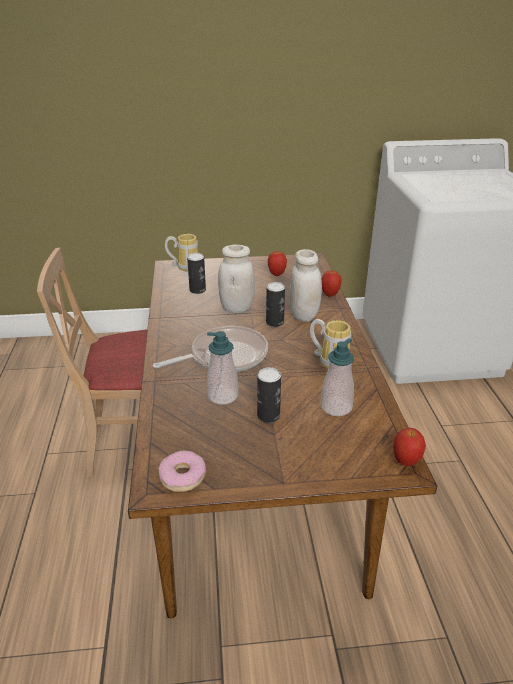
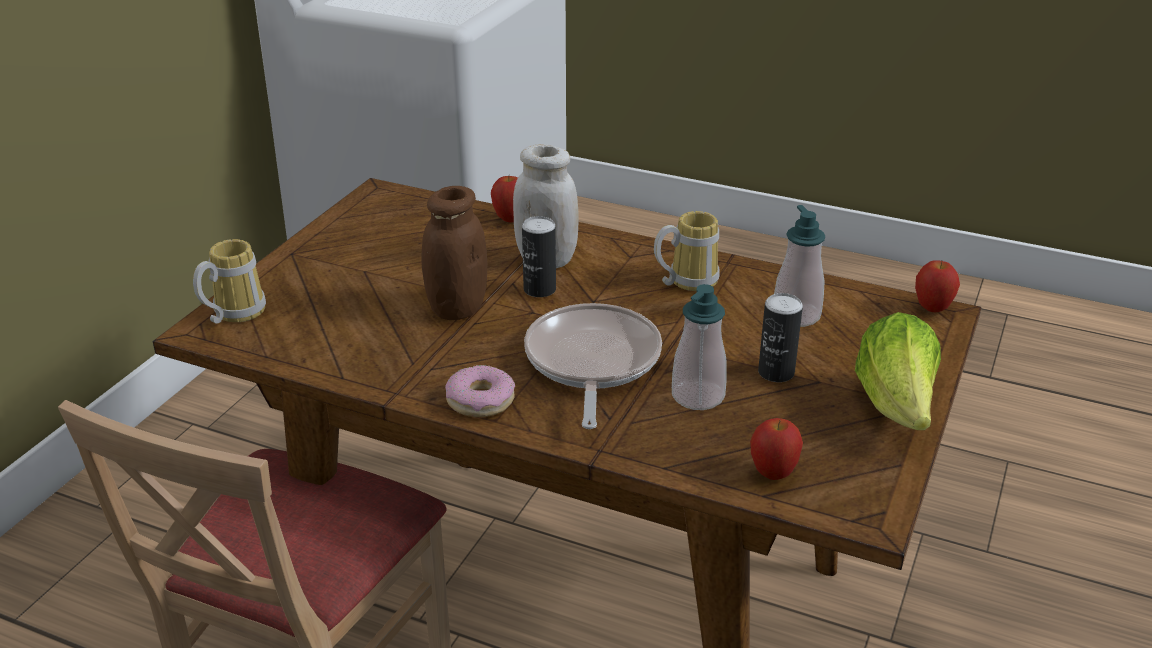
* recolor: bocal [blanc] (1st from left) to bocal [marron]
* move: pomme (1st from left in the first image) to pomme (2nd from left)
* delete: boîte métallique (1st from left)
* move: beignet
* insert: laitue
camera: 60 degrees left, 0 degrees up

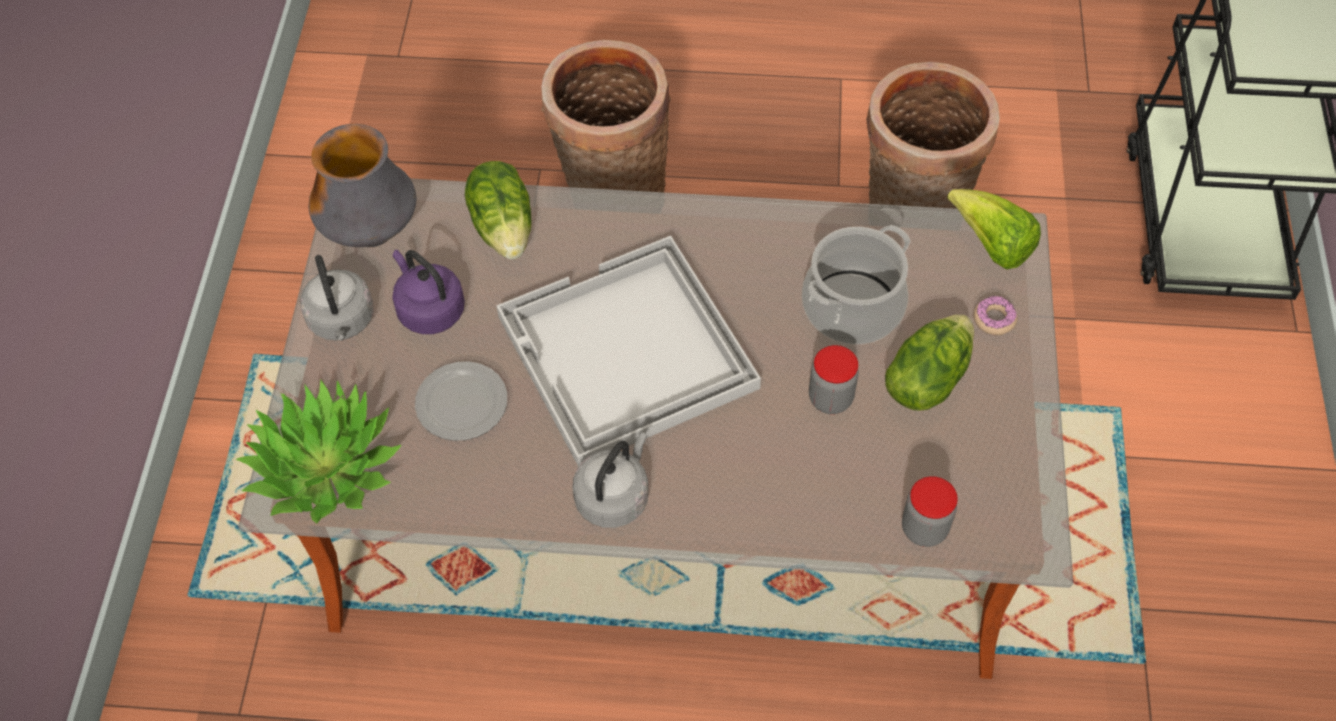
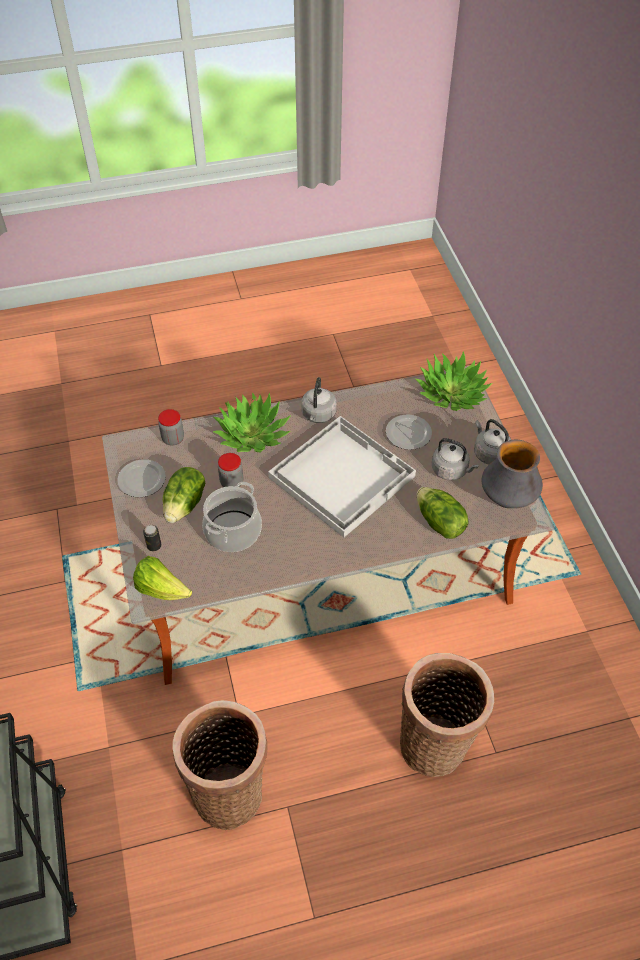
* recolor: bouilloire [violet] to bouilloire [gris] (2nd from left)
* replace: beignet to boîte métallique
* insert: plante en pot (1st from left)
* insert: assiette (1st from left)
camera: 160 degrees right, 5 degrees down

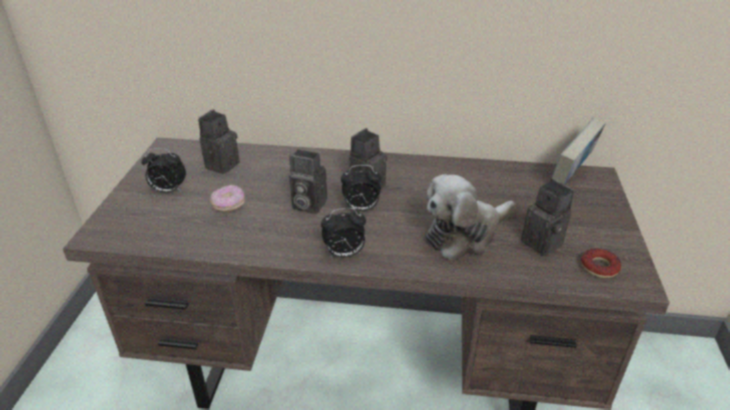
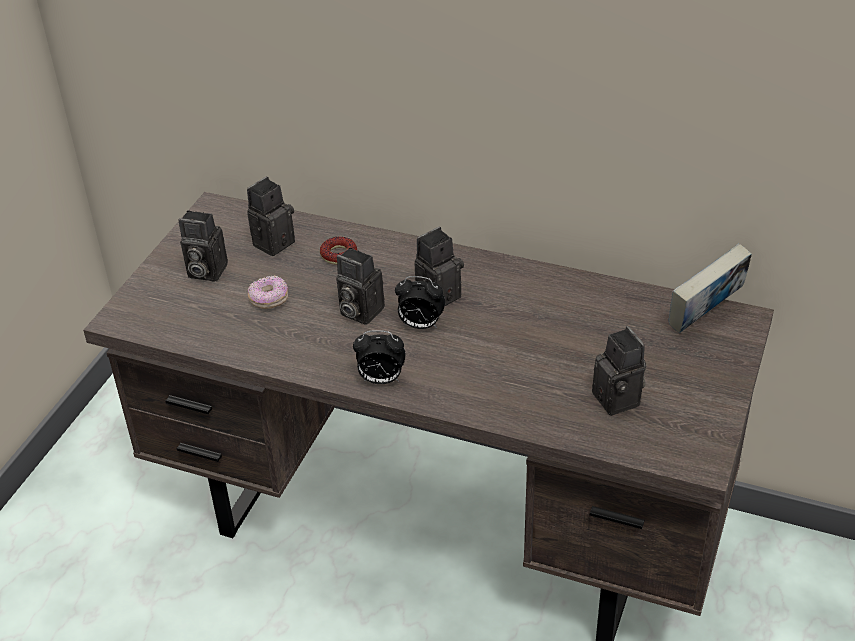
* replace: réveil (1st from left) to appareil photo (1st from left)
* delete: peluche
* move: beignet (2nd from left)
camera: 15 degrees right, 5 degrees up

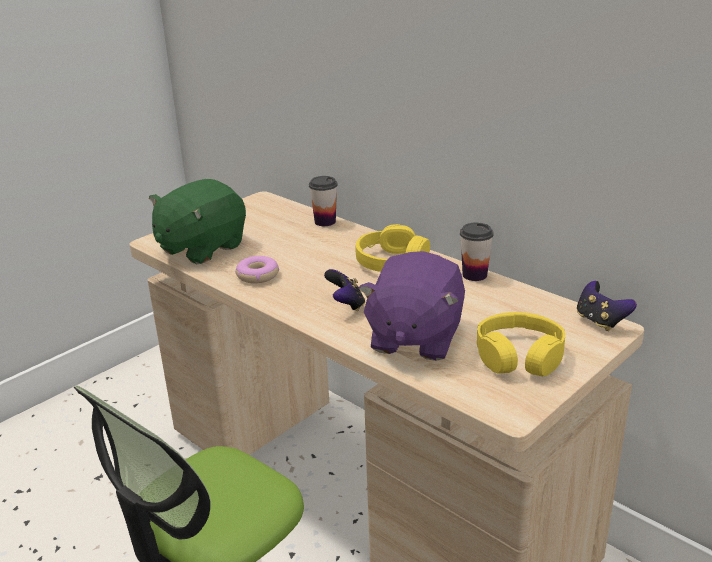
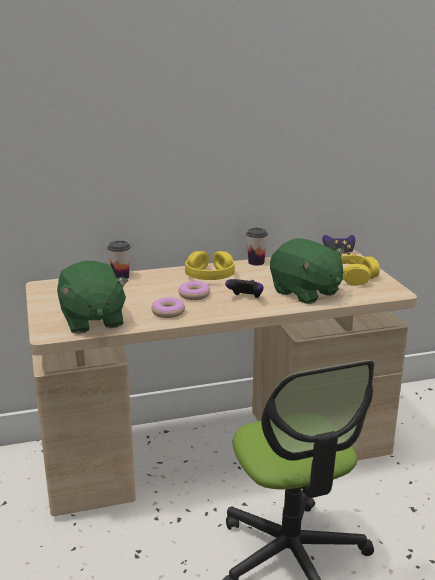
* recolor: peluche [violet] to peluche [vert] (2nd from left)
* insert: beignet (2nd from left)
camera: 60 degrees left, 5 degrees down

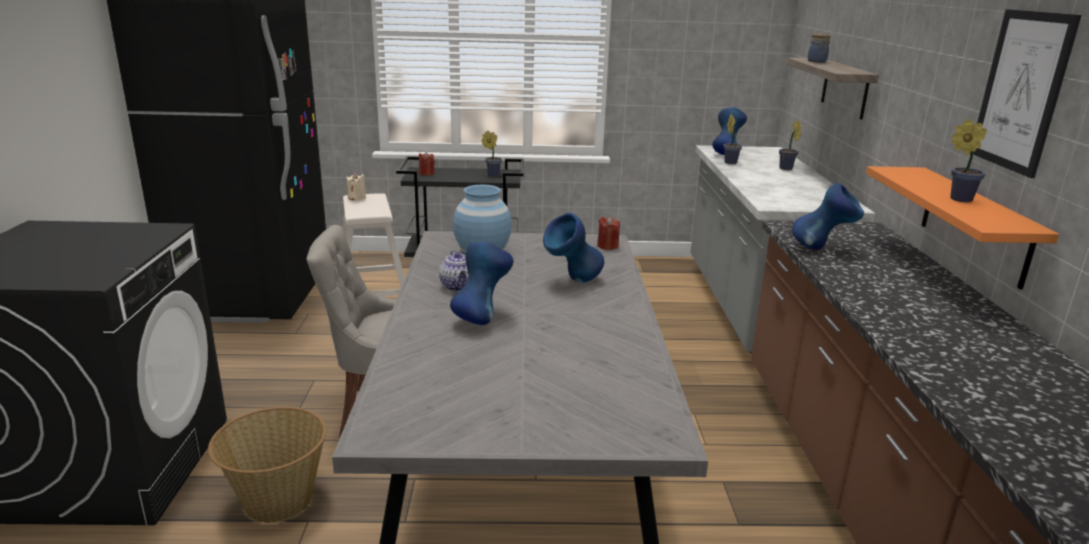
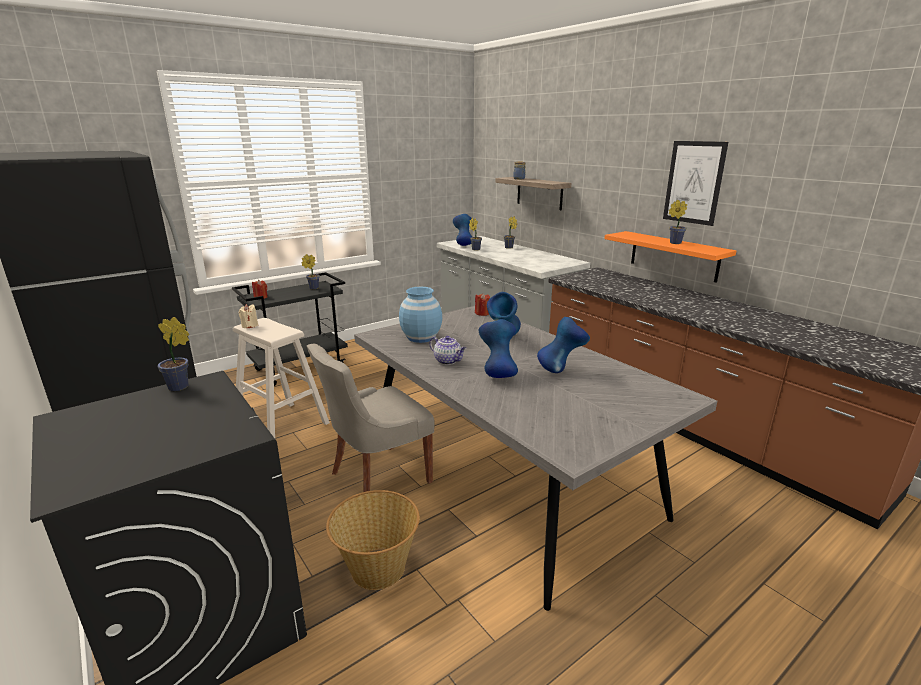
* move: vase [bleu] (5th from left)
* insert: plante en pot (1st from left)
camera: 35 degrees left, 0 degrees up

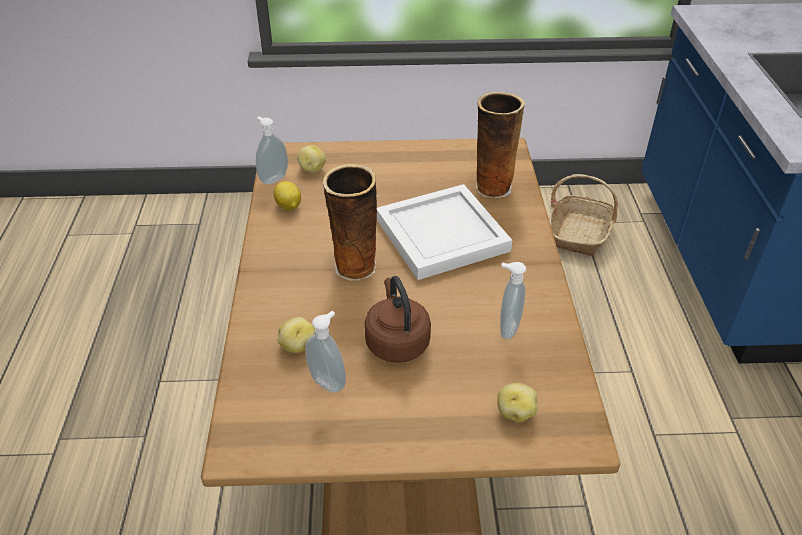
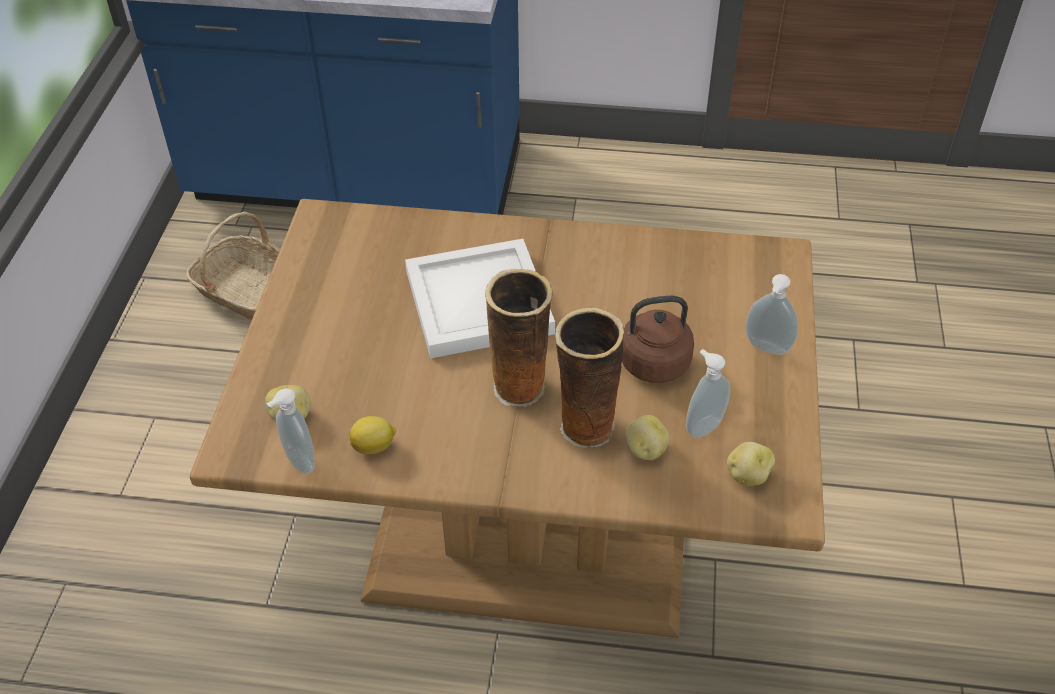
* move: vase (2nd from left)
* move: distributeur de savon (3rd from left)
* move: pomme de terre (3rd from left)
camera: 80 degrees left, 5 degrees up

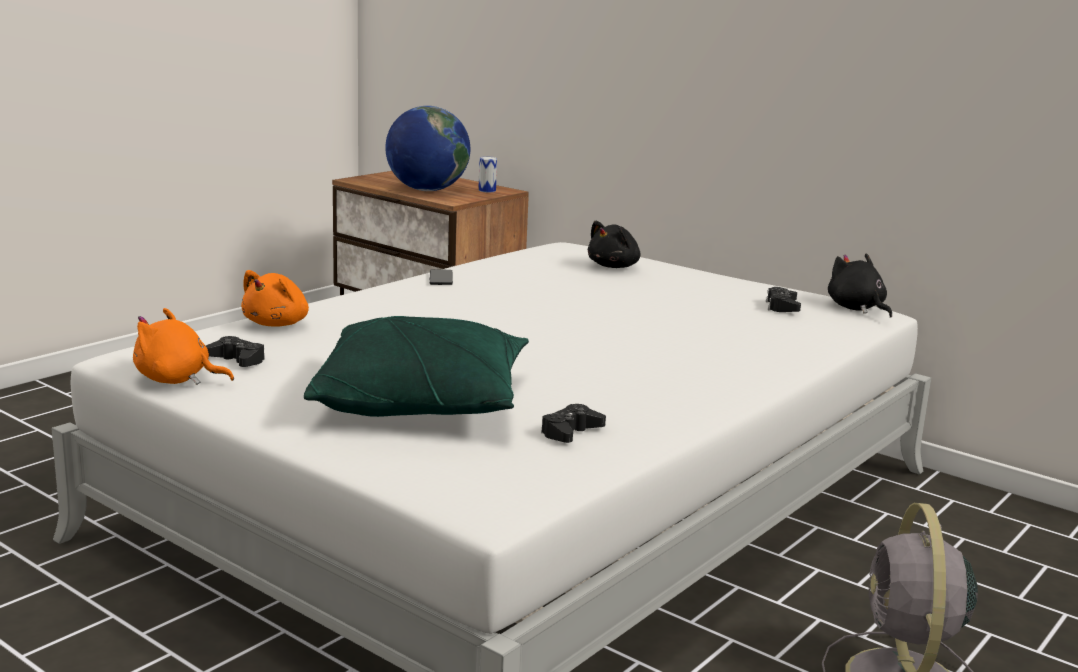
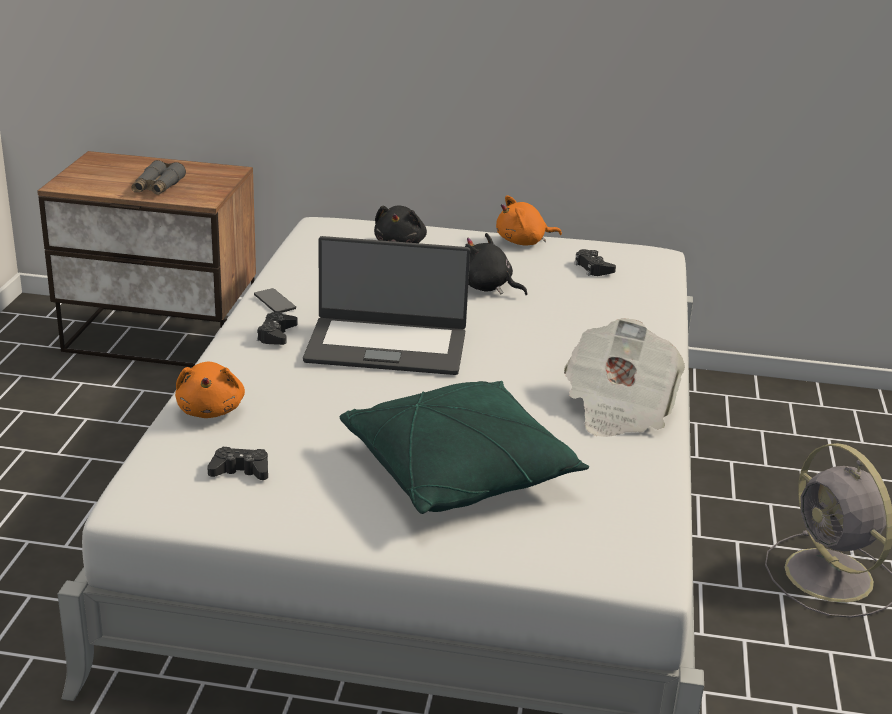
* replace: globe to jumelles [gris]
* delete: boîte métallique
* move: peluche [noir] (2nd from left)
* move: peluche [orange] (1st from left in the first image) to peluche [orange] (2nd from left)
* move: manette [noir] (2nd from left)
* insert: ordinateur portable
* insert: journal
camera: 30 degrees left, 10 degrees up

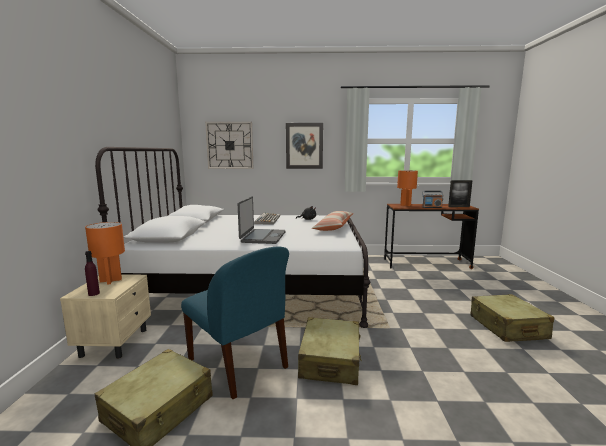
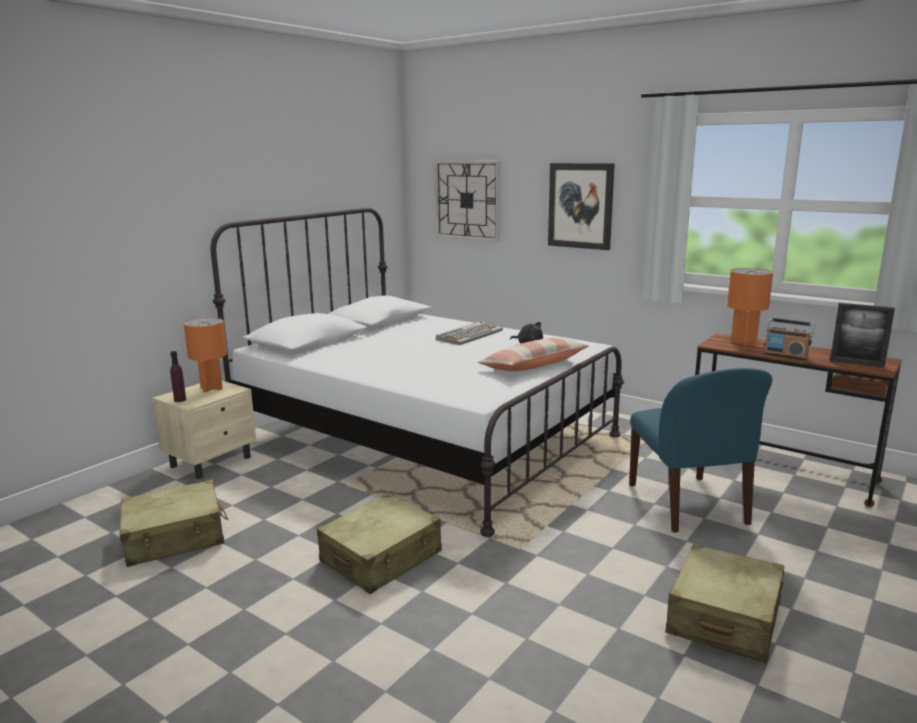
* delete: ordinateur portable
* move: chaise [bleu]
camera: 35 degrees right, 5 degrees up

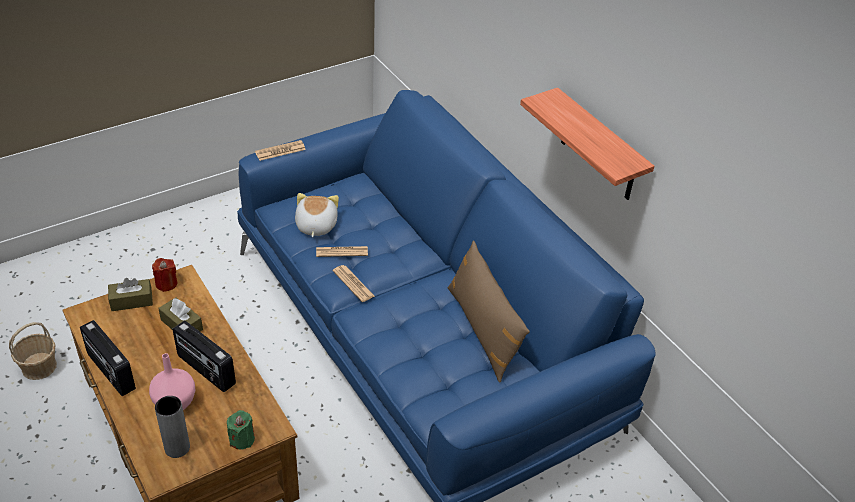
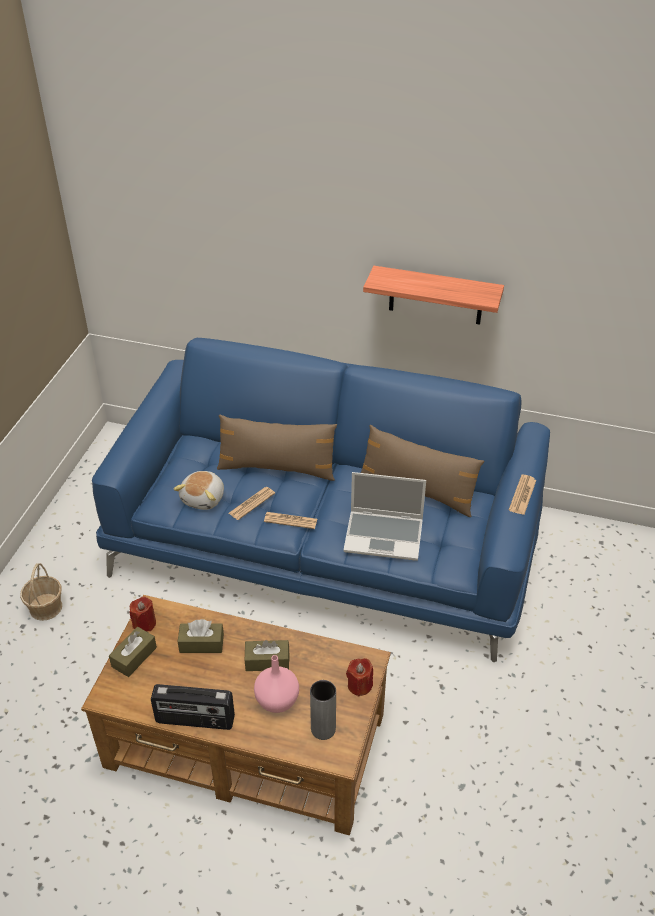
* move: journal (1st from left in the first image) to journal (3rd from left)
* rotate: peluche 120 degrees counterclockwise
* replace: radio (2nd from left) to boîte à mouchoirs [marron] (3rd from left)
* move: panier
* recolor: bougie [vert] to bougie [rouge] (2nd from left)
* insert: coussin [marron] (1st from left)
* insert: ordinateur portable
camera: 40 degrees left, 0 degrees up

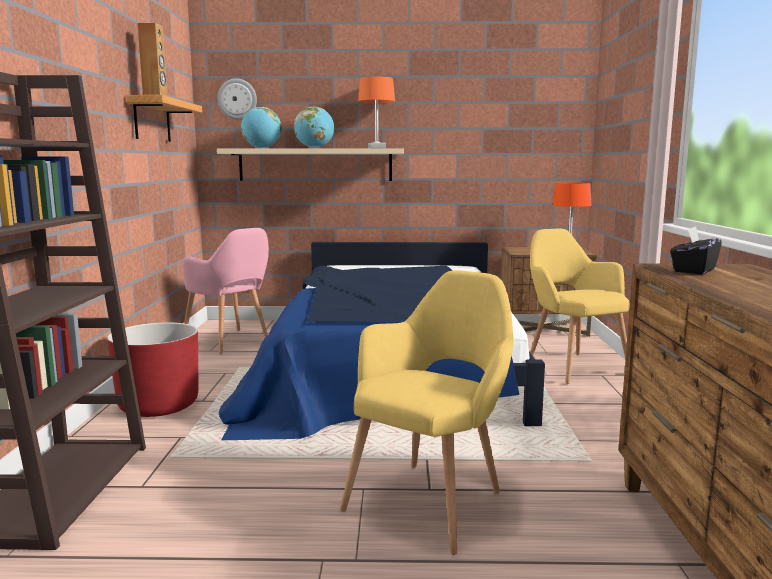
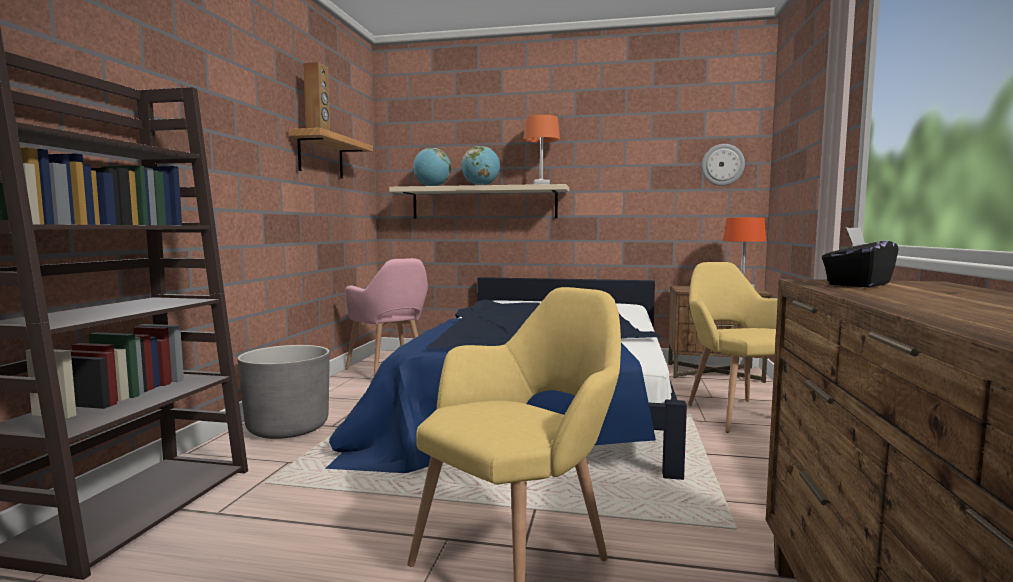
* move: horloge murale
* recolor: cache-pot [rouge] to cache-pot [gris]
camera: 10 degrees right, 5 degrees down

